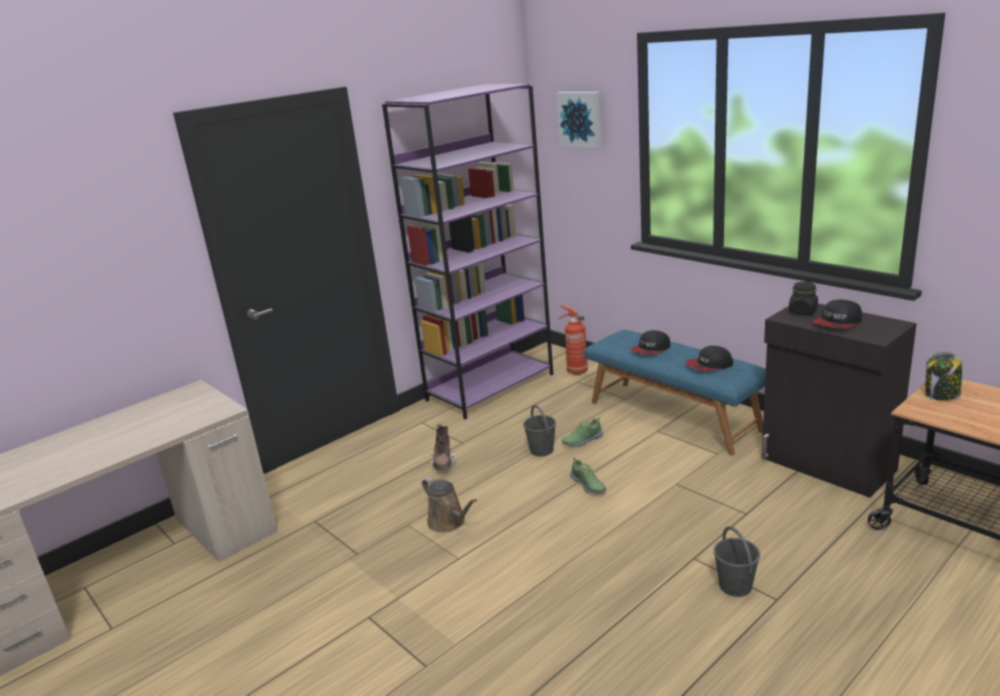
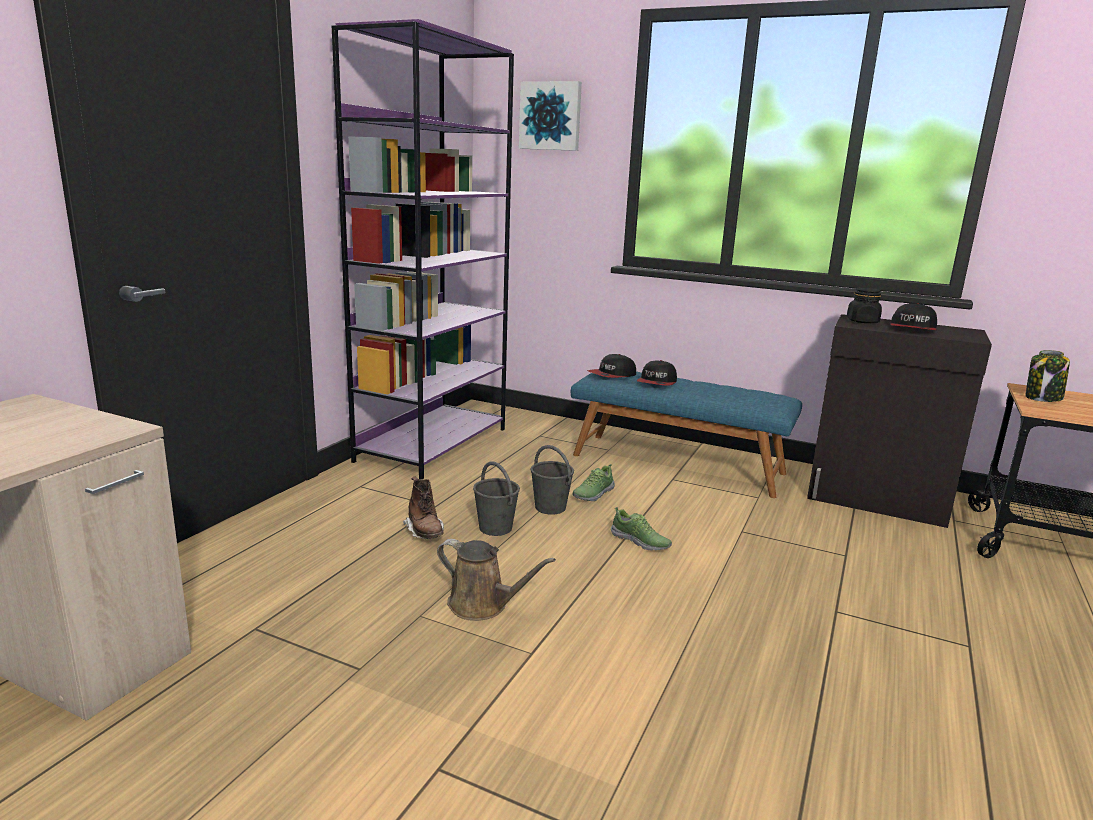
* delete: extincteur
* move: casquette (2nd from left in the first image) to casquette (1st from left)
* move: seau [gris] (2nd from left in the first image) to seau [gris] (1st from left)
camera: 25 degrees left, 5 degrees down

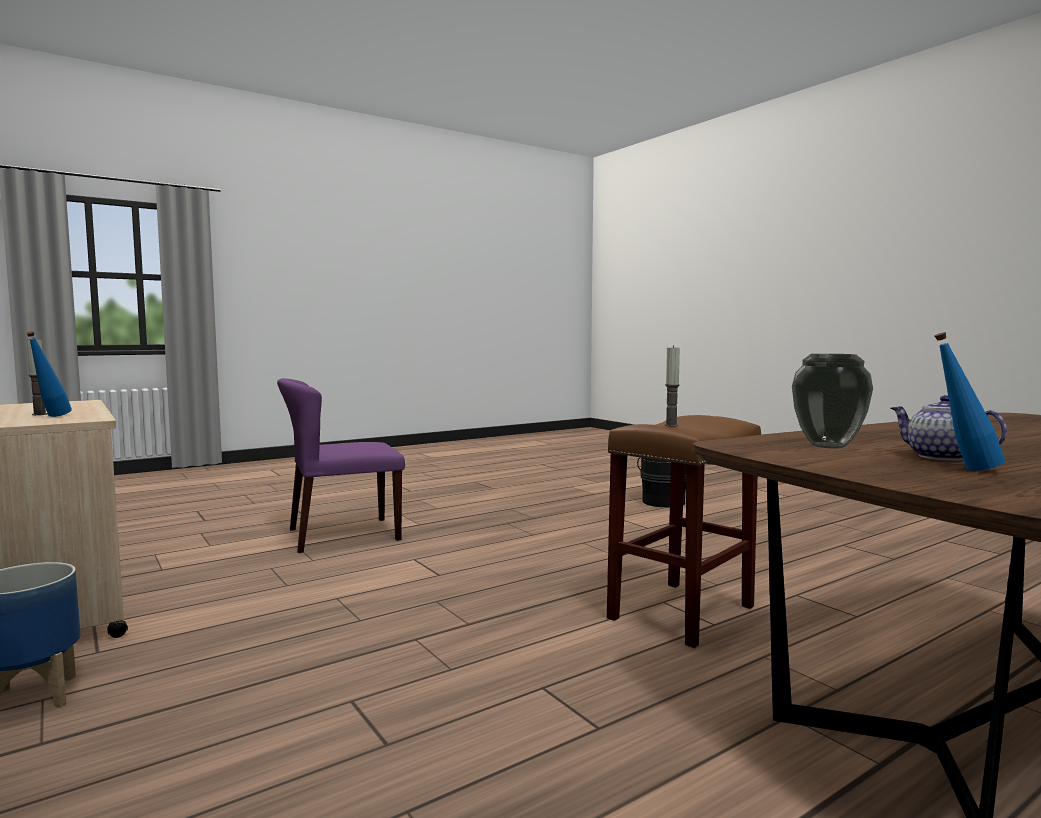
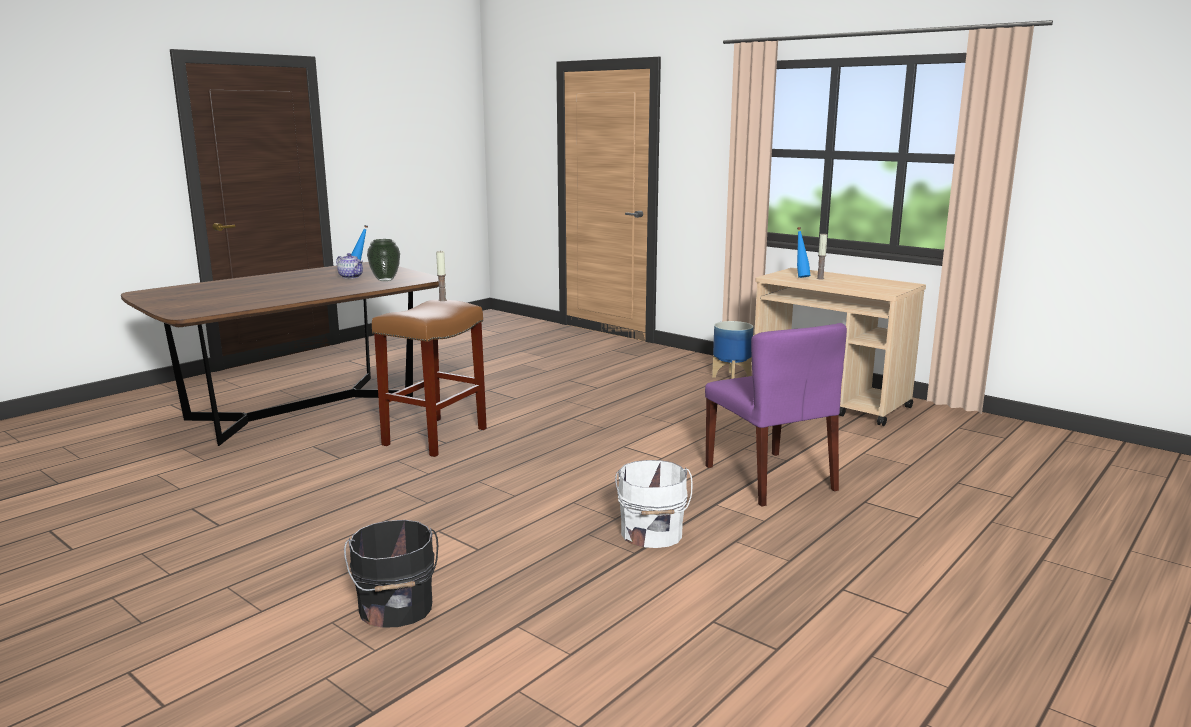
* rotate: chaise [violet] 105 degrees clockwise
* insert: seau [blanc]
camera: 165 degrees right, 10 degrees up

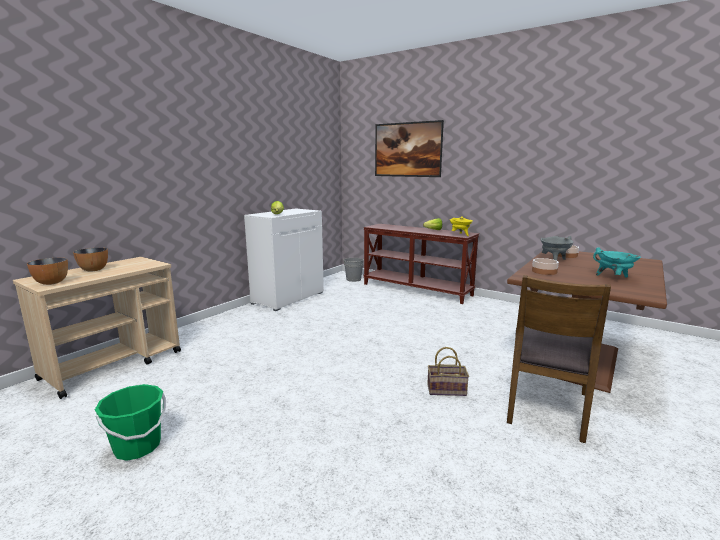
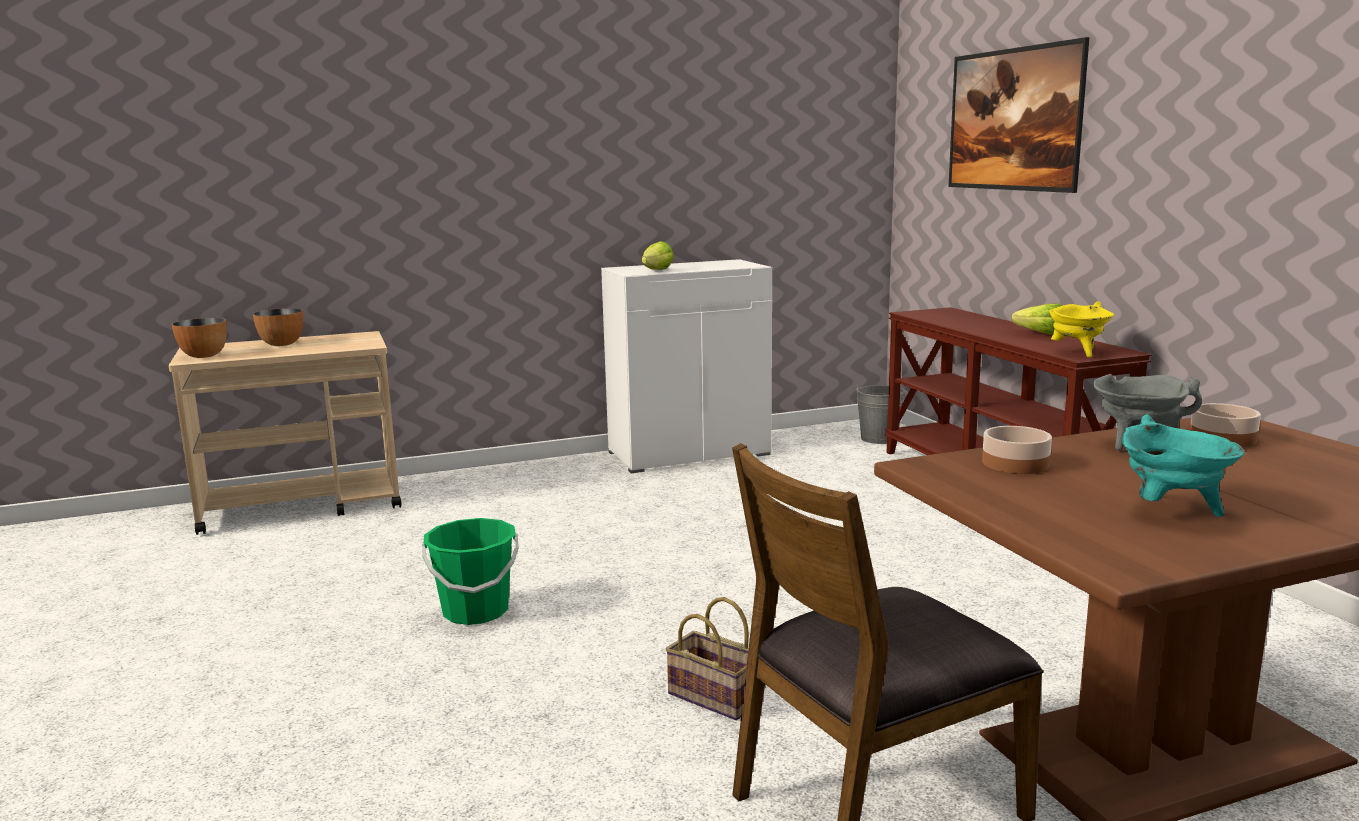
* move: seau [vert]
camera: 35 degrees right, 0 degrees up

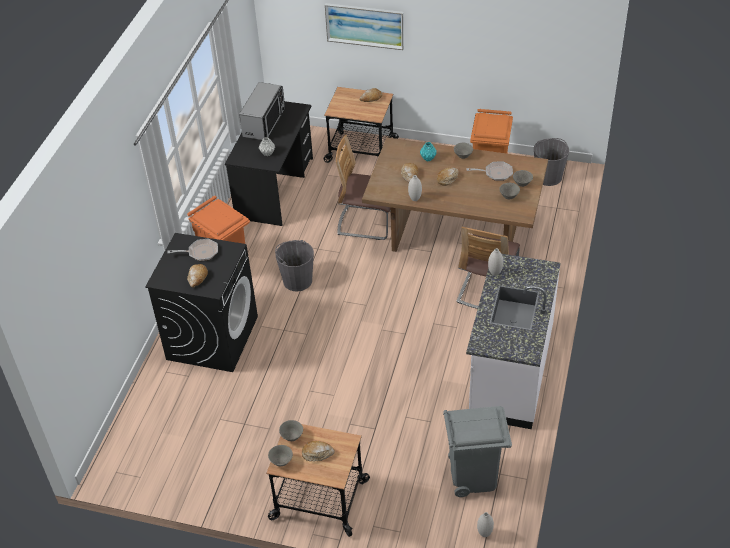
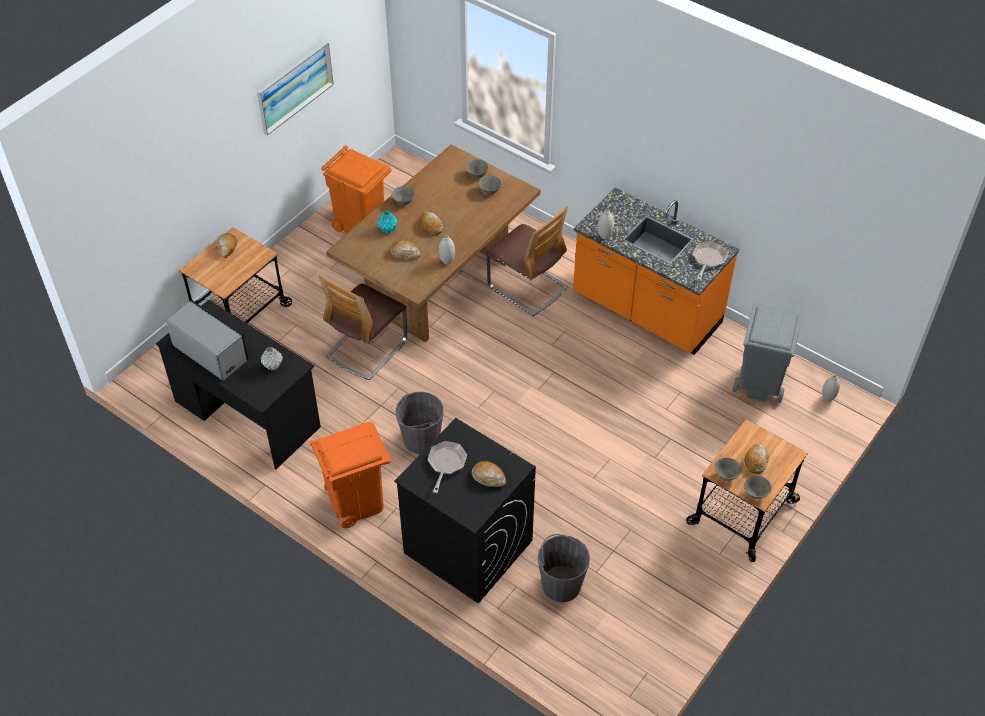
* move: tableau
* move: seau [gris] (2nd from left)
* move: poêle (2nd from left)
* recolor: comptoir de cuisine [blanc] to comptoir de cuisine [orange]
camera: 70 degrees left, 5 degrees up

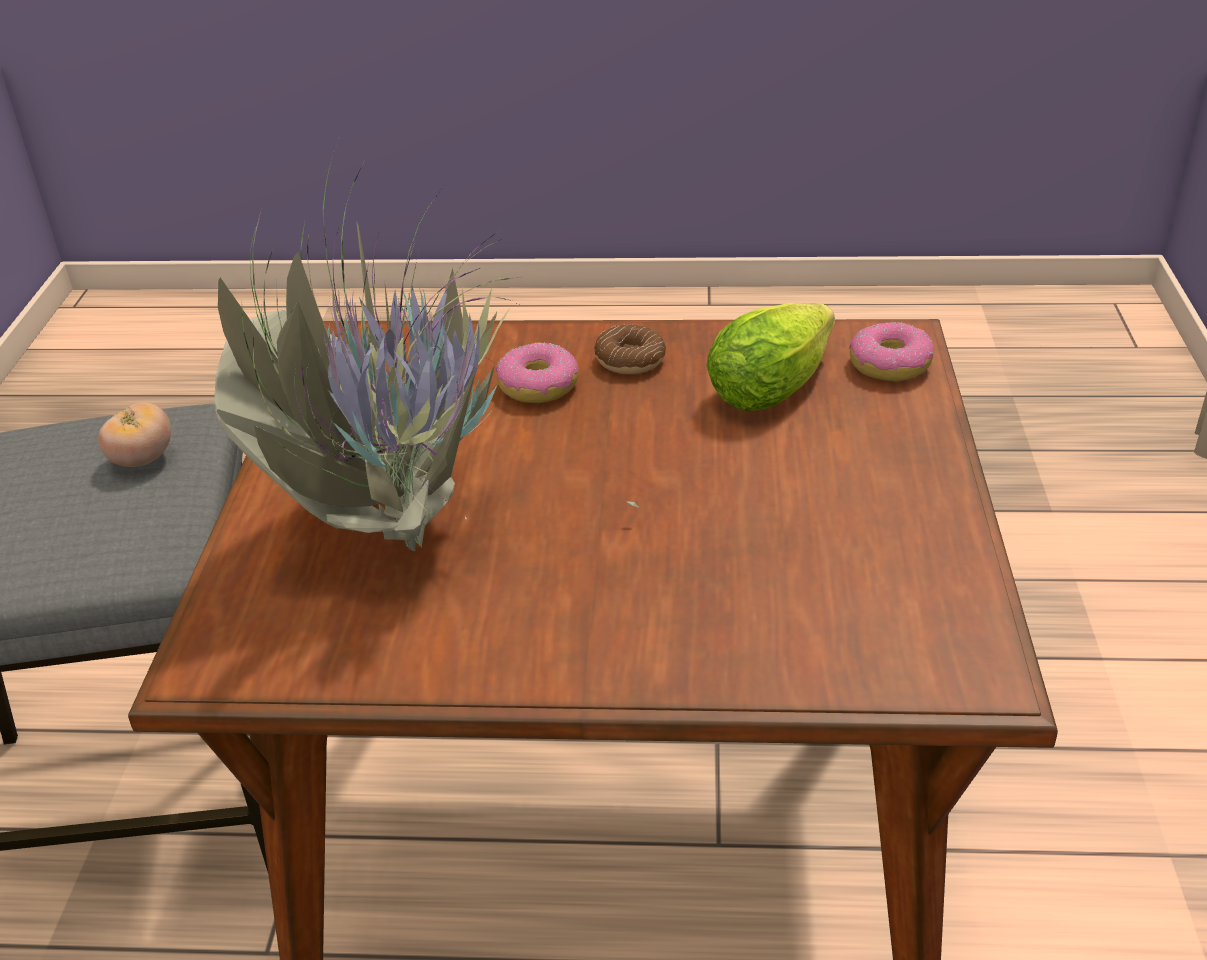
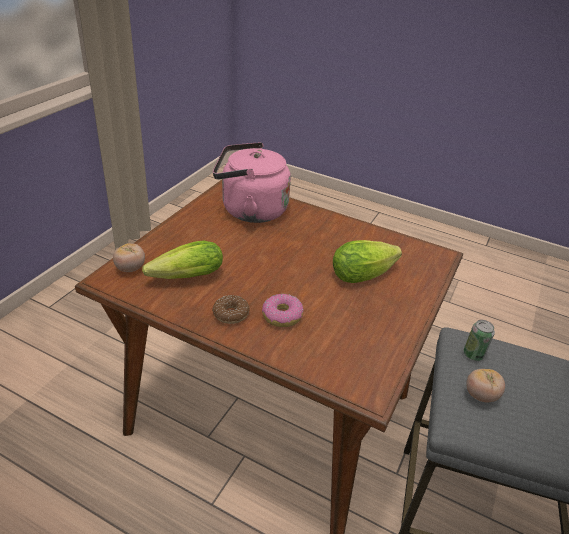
* replace: plante en pot to laitue (2nd from left)
* replace: beignet (3rd from left) to tomate (1st from left)
* insert: bouilloire [rose]
* insert: boîte métallique
camera: 160 degrees left, 0 degrees up

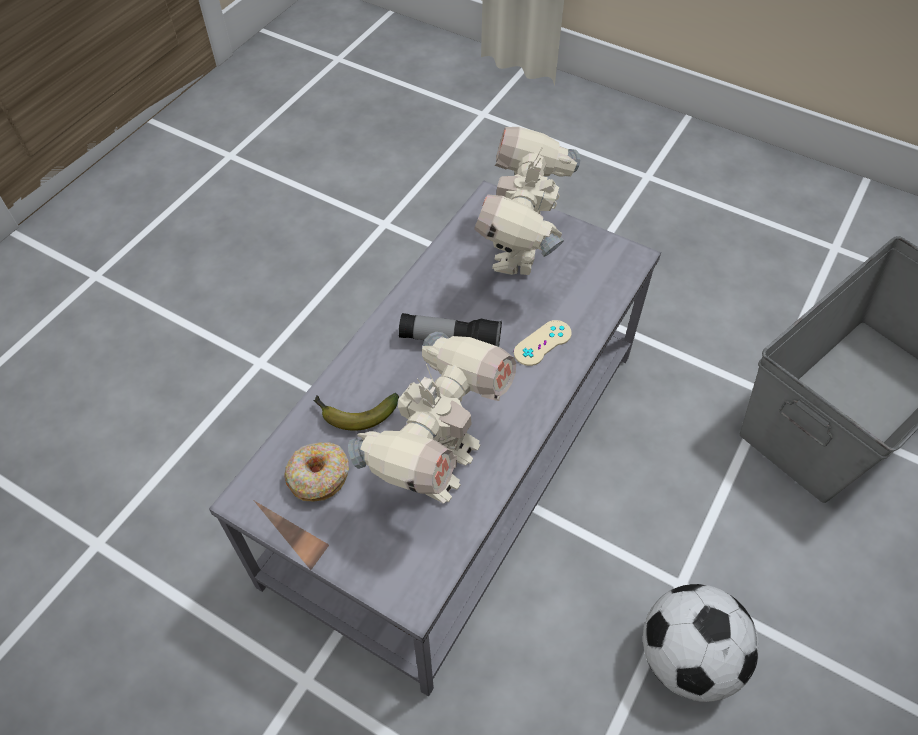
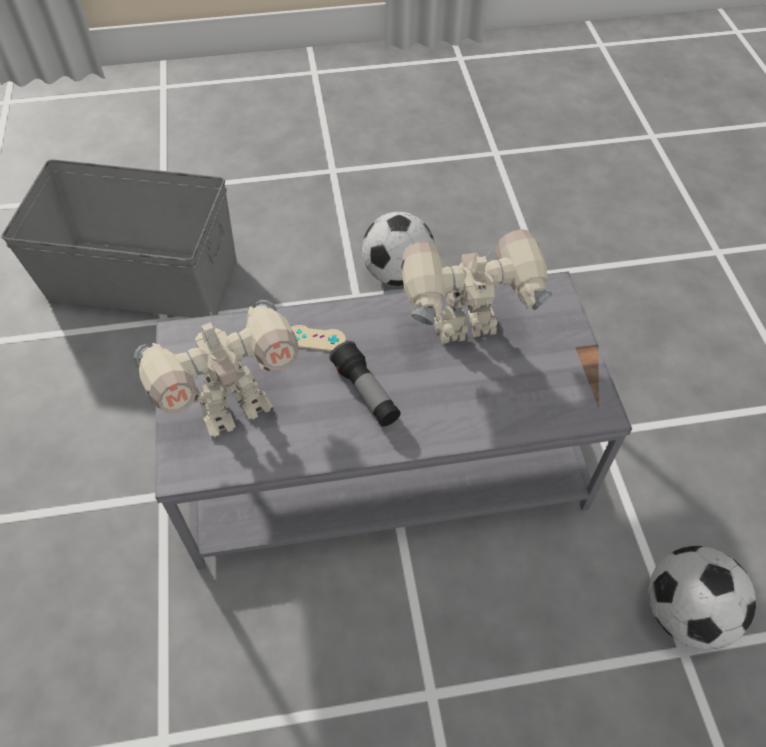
* delete: banane
* delete: beignet
* insert: ballon de foot (2nd from left)
camera: 130 degrees left, 0 degrees up

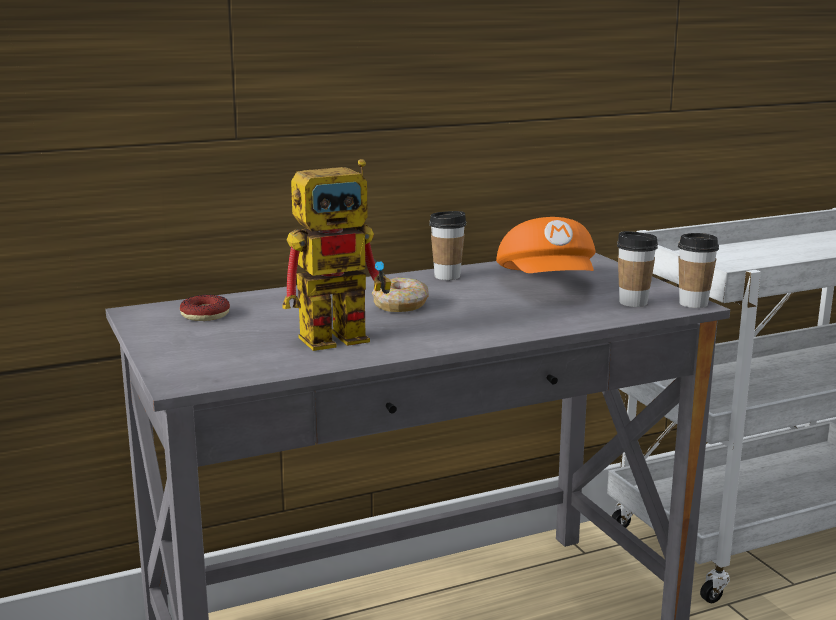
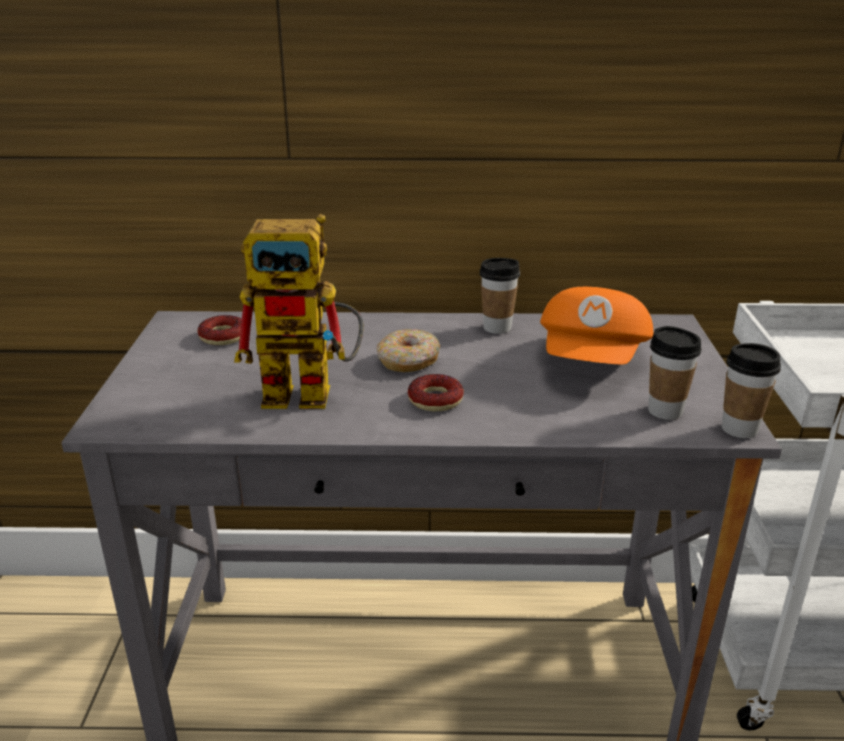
* insert: beignet (3rd from left)
camera: 25 degrees right, 10 degrees up

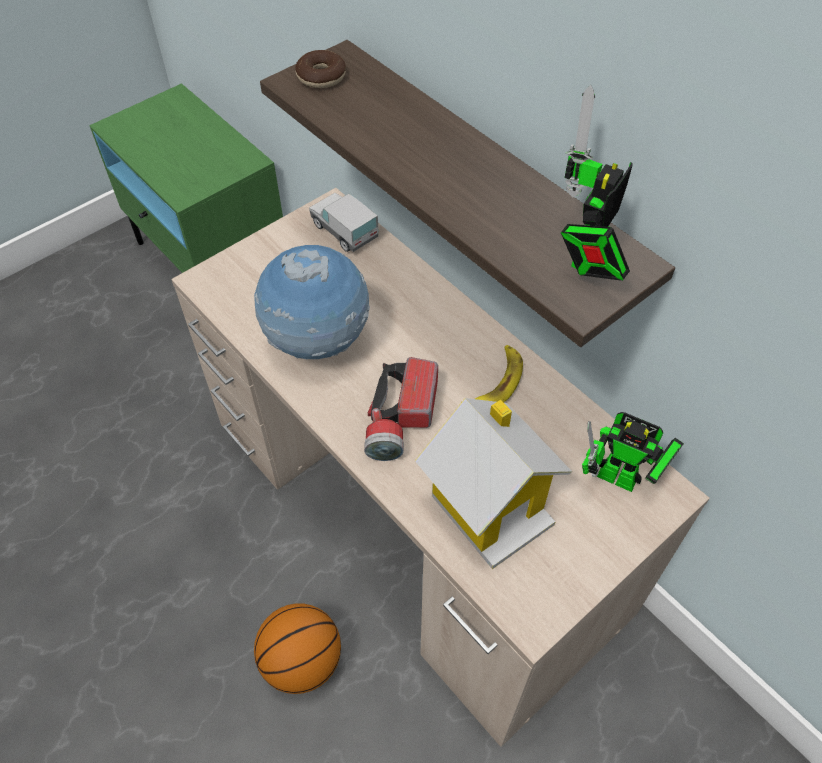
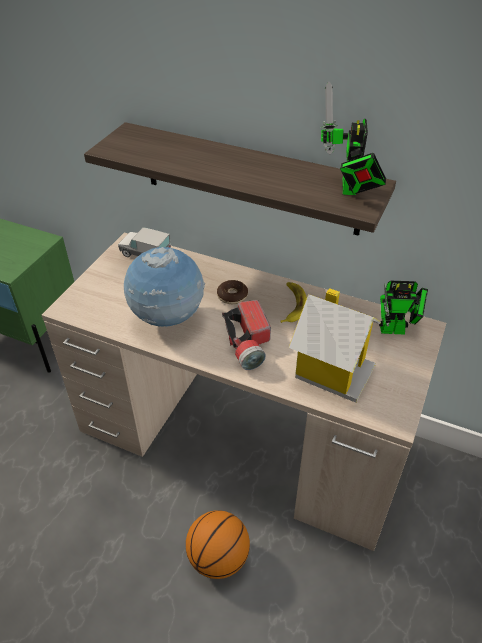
* move: beignet
camera: 25 degrees left, 10 degrees down

